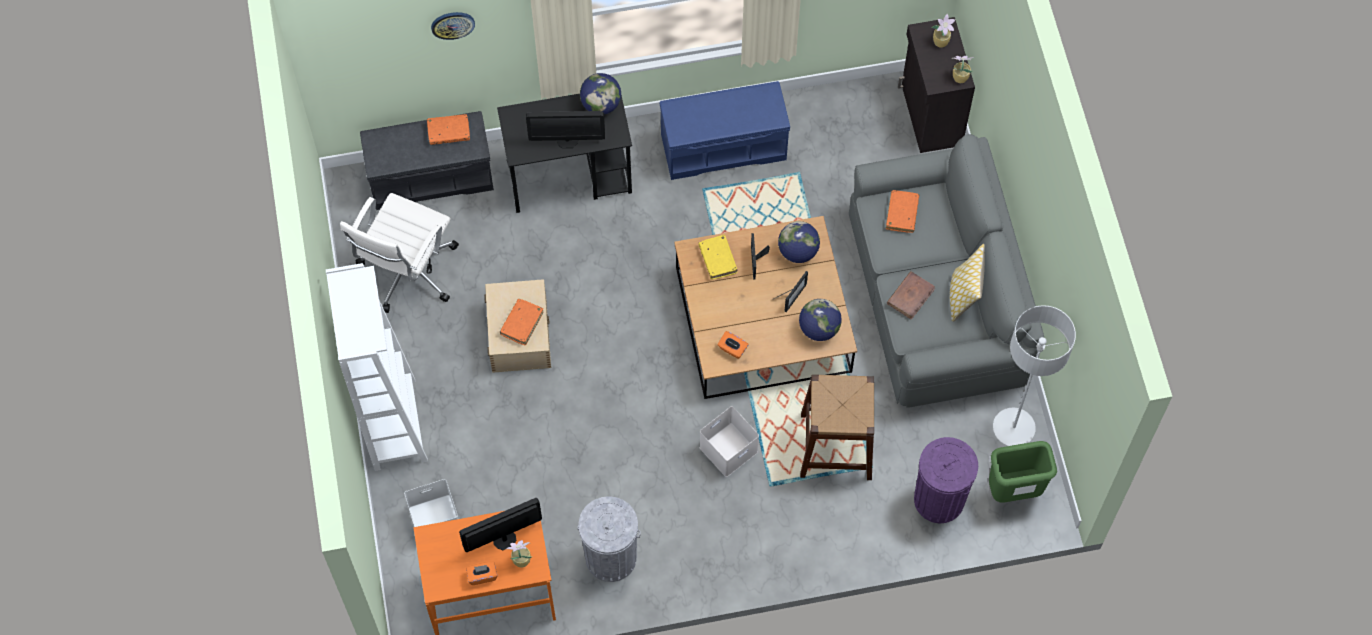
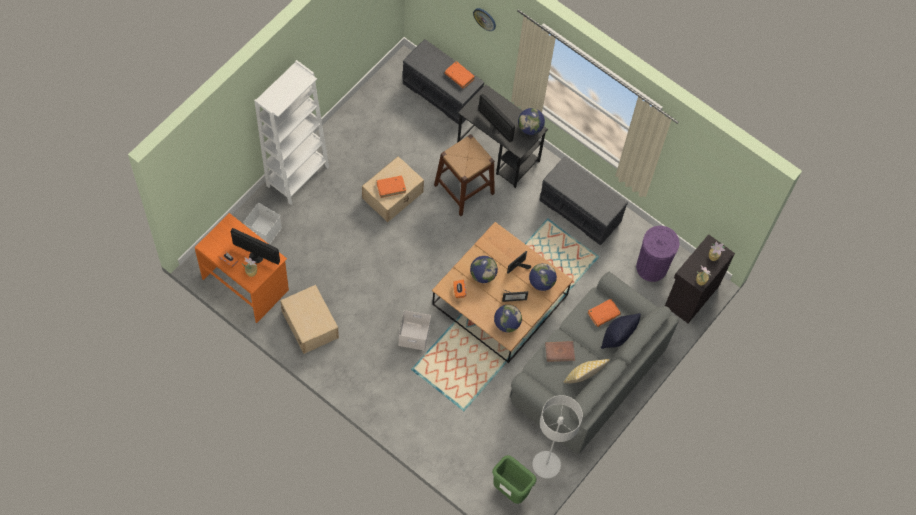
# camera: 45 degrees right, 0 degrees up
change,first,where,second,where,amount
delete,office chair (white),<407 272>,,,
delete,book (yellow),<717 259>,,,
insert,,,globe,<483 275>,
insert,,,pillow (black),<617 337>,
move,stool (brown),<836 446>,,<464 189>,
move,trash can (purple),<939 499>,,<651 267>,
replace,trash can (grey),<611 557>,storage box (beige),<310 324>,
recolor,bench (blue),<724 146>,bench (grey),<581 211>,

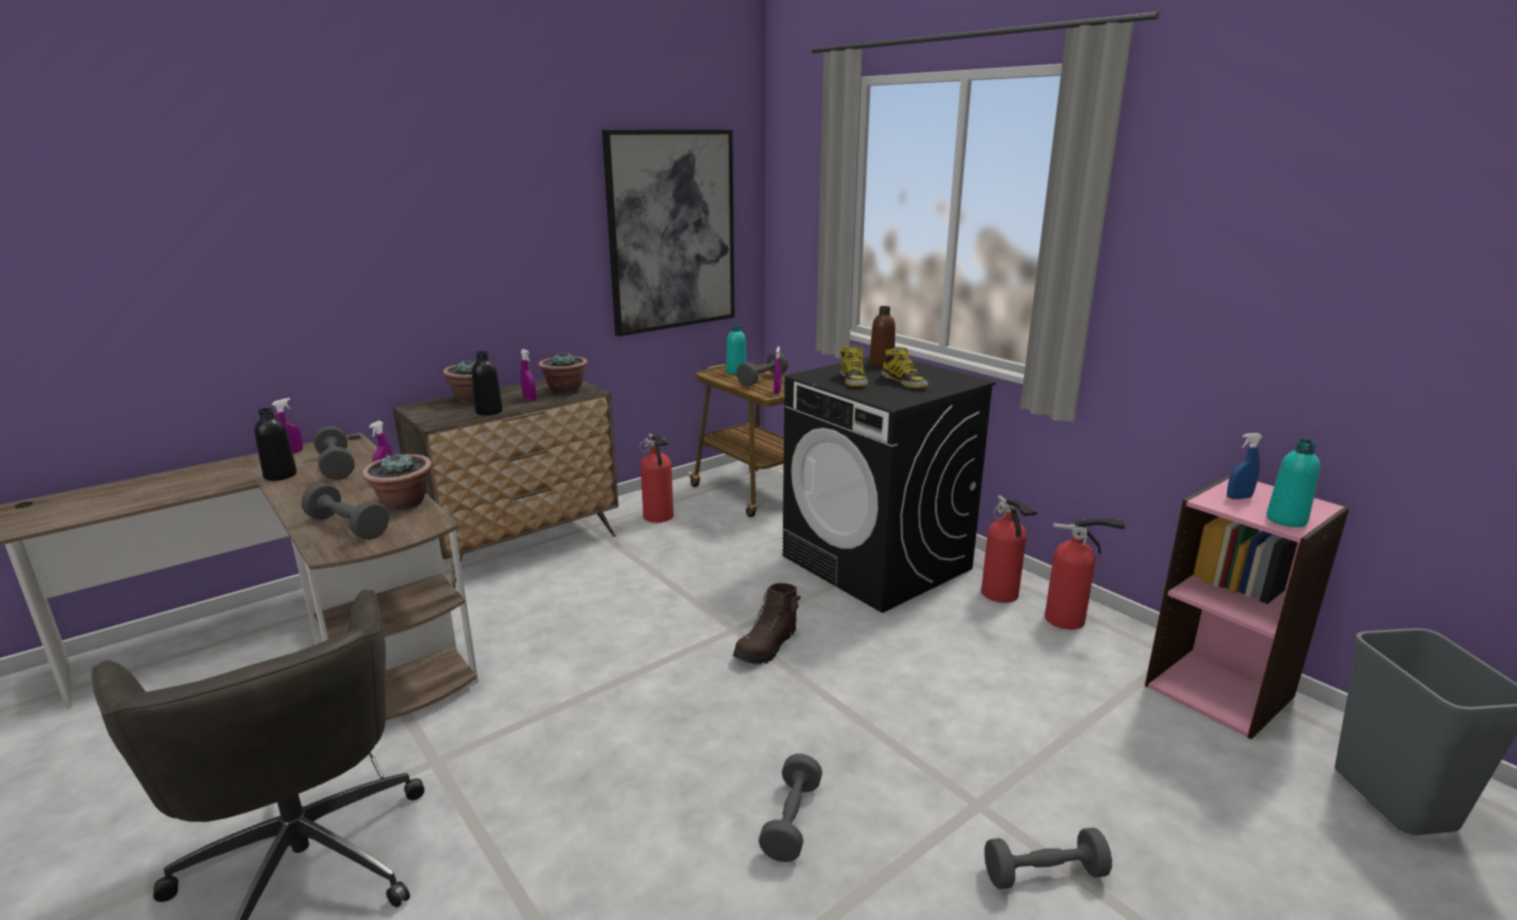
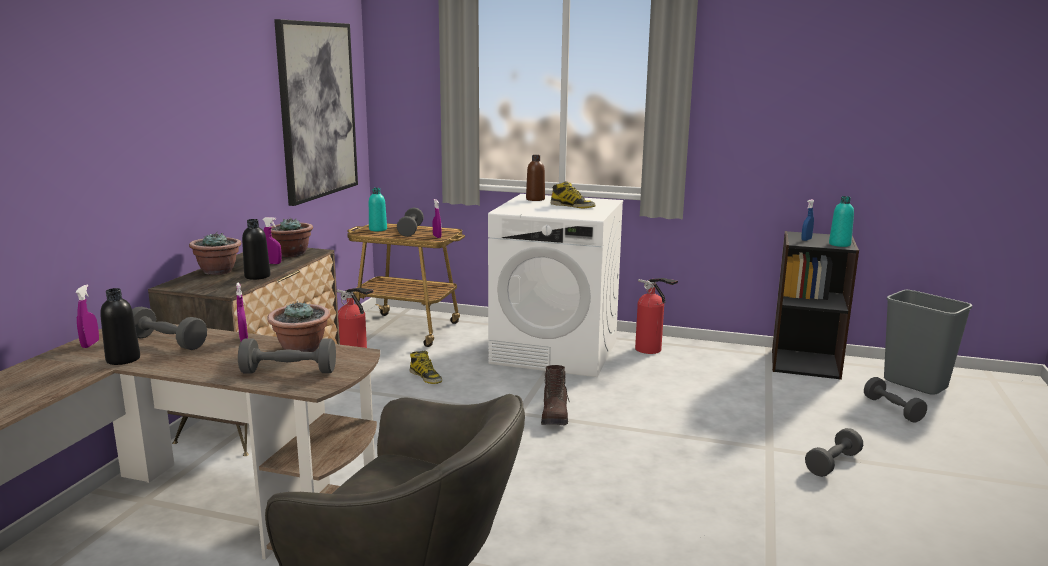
# camera: 35 degrees left, 5 degrees down
change,first,where,second,where,amount
delete,fire extinguisher,<1069 620>,,,
move,dumbbell (grey),<791 821>,,<892 409>,
move,boot,<853 380>,,<426 377>,
recolor,washing machine (black),<877 563>,washing machine (white),<555 352>,
recolor,bookcase (pink),<1220 690>,bookcase (black),<805 363>,

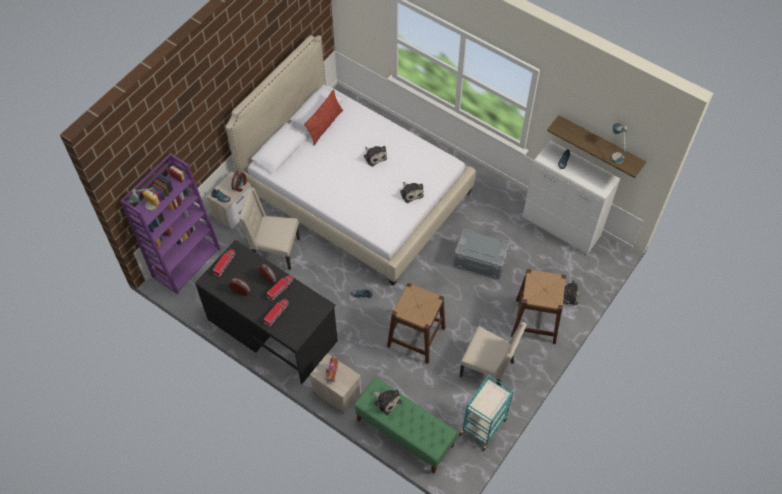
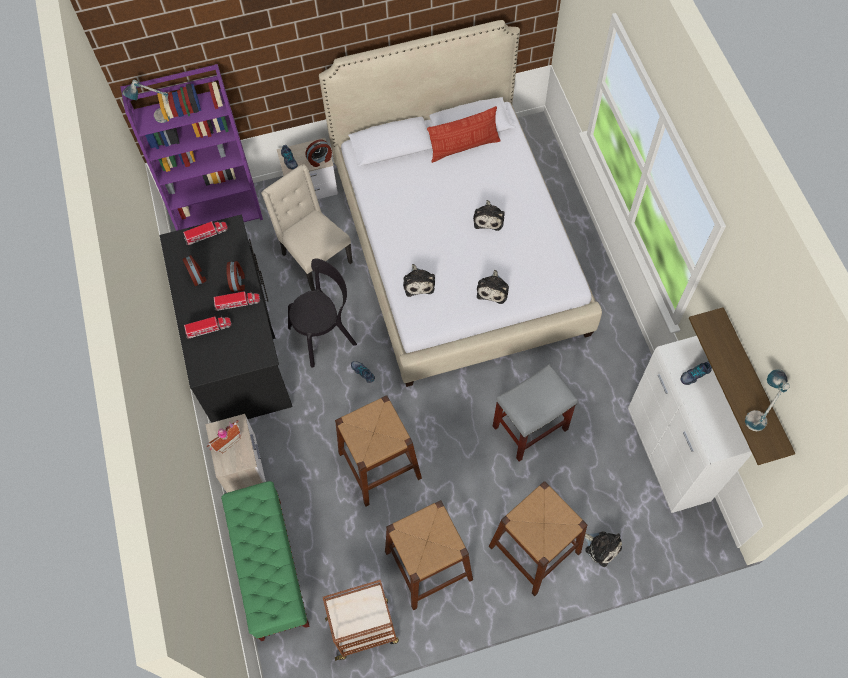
# camera: 40 degrees right, 5 degrees up
change,first,where,second,where,amount
insert,,,chair (black),<325 334>,
move,plush toy,<386 401>,,<418 283>,
replace,storage box (grey),<480 262>,stool (grey),<529 428>,
replace,chair (beige),<488 369>,stool (brown),<428 565>,
recolor,cart (turquoise),<483 425>,cart (brown),<364 629>,

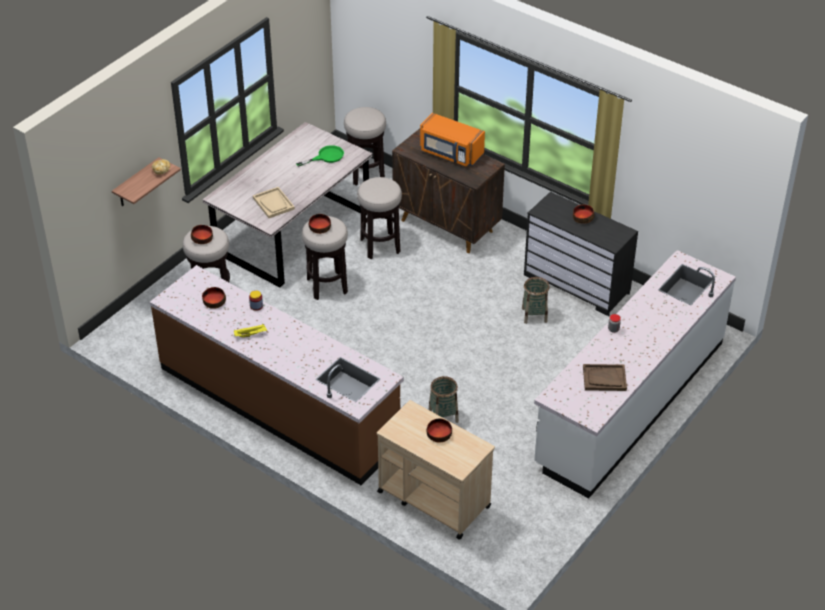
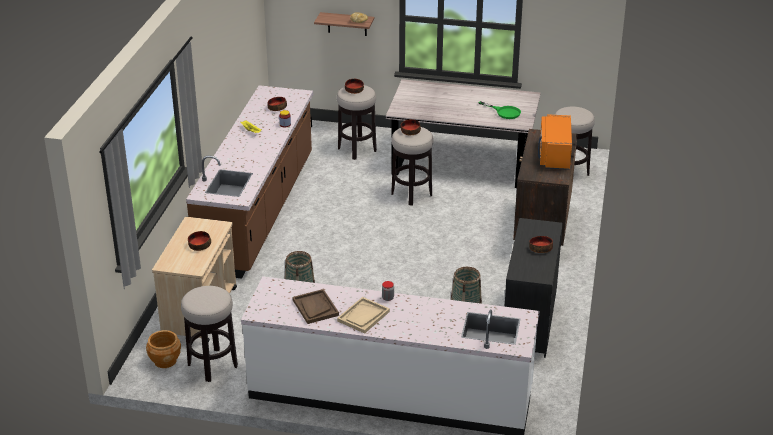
# camera: 65 degrees right, 10 degrees down
change,first,where,second,where,amount
insert,,,planter (brown),<165 361>,
move,tray (beige),<273 203>,,<363 316>,
move,stool,<380 246>,,<212 365>,

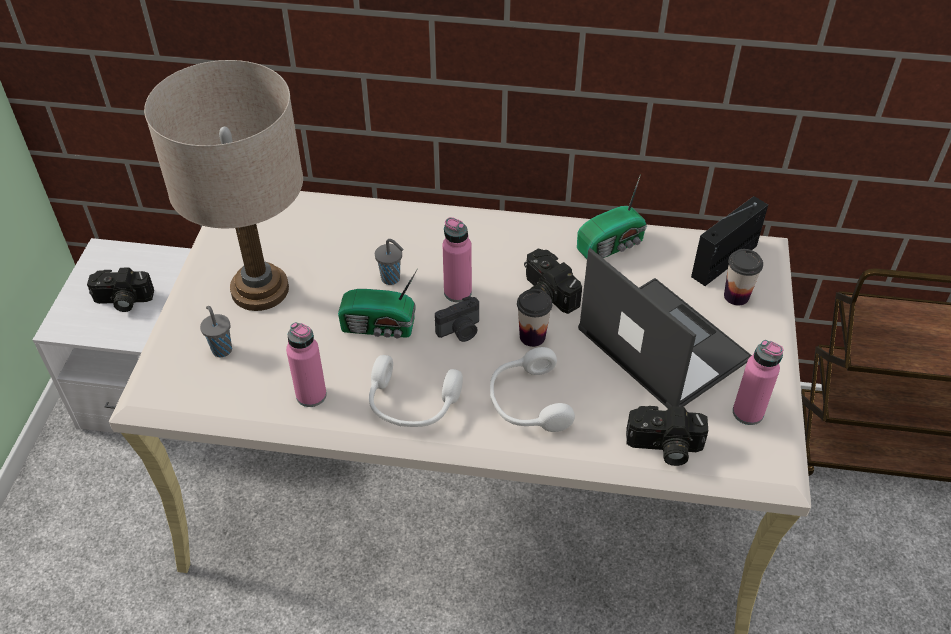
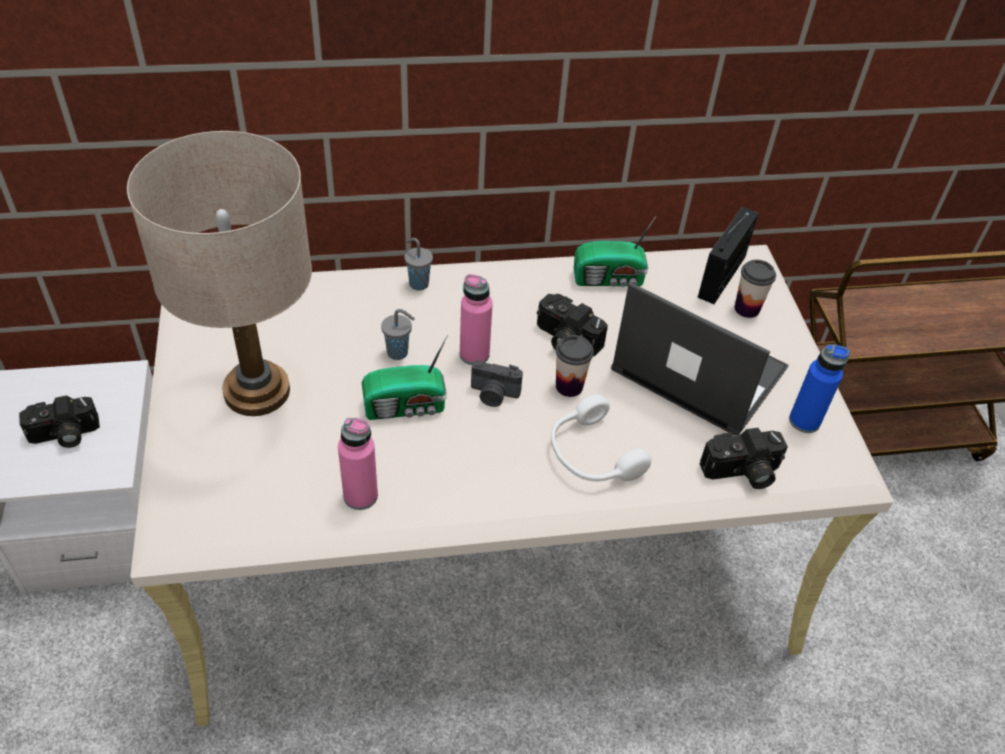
# camera: 20 degrees left, 0 degrees up
change,first,where,second,where,amount
delete,headphones (white),<411 405>,,,
move,cup (grey),<221 349>,,<418 283>,
recolor,bottle (pink),<748 412>,bottle (blue),<804 421>,
rotate,photo camera,<460 331>,,<493 395>,60 degrees clockwise
rotate,radio,<612 246>,,<610 279>,45 degrees clockwise

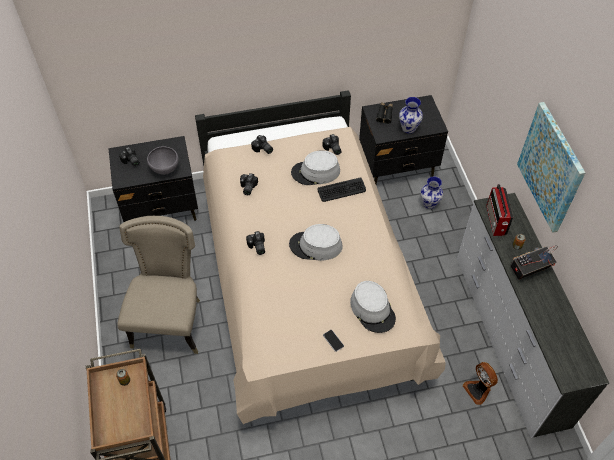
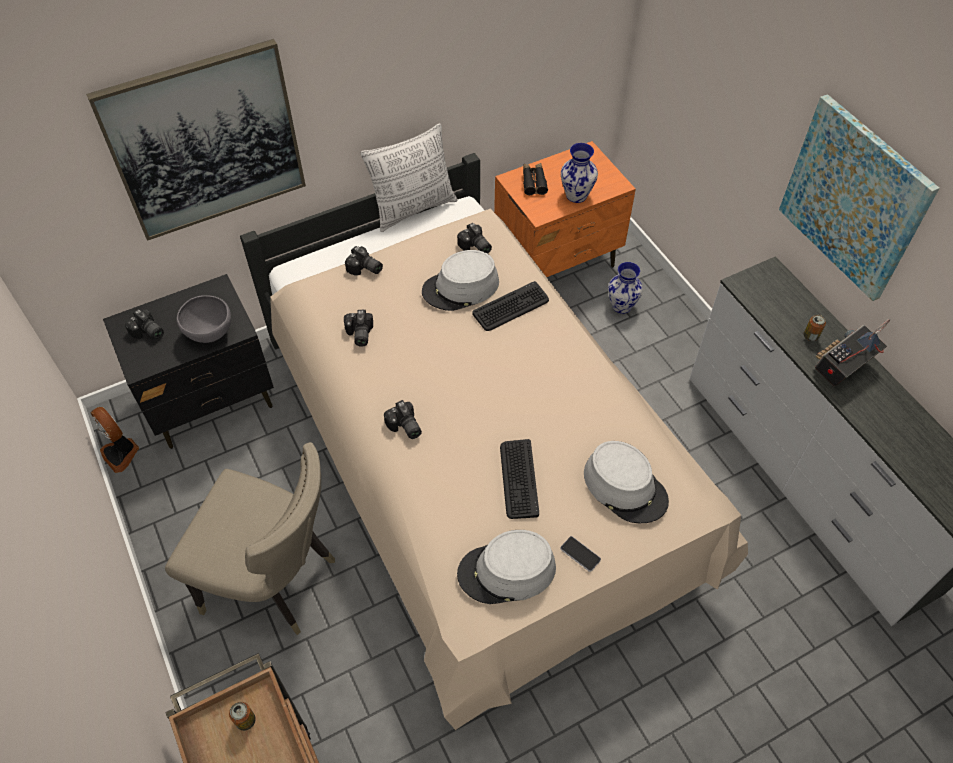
# camera: 15 degrees left, 0 degrees up
change,first,where,second,where,amount
delete,radio,<496 221>,,,
insert,,,picture,<205 142>,
insert,,,pillow,<413 209>,
insert,,,keyboard,<518 479>,
move,hat (grey),<315 246>,,<507 571>,
move,fan,<478 390>,,<121 453>,
recolor,nightstand (black),<397 166>,nightstand (orange),<557 261>,
rotate,chair (beige),<170 321>,,<276 581>,120 degrees clockwise

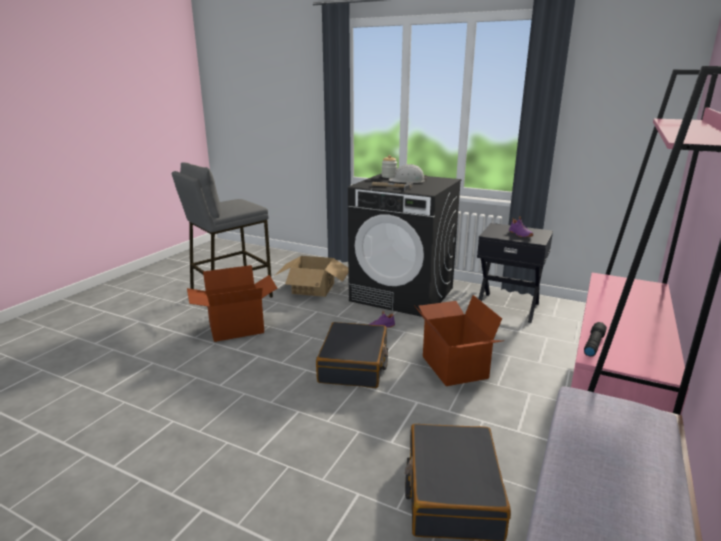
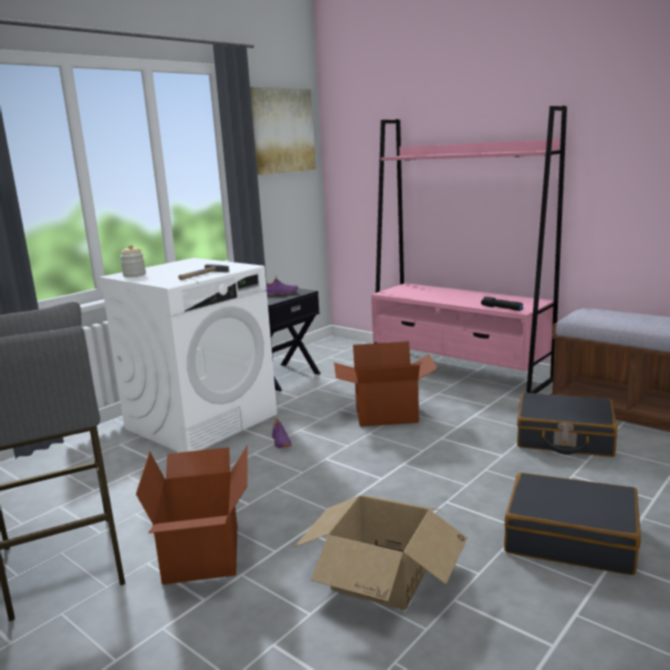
# camera: 75 degrees left, 5 degrees down
change,first,where,second,where,amount
delete,hard hat (white),<407 181>,,,
insert,,,picture,<282 130>,
move,cardboard box,<313 288>,,<382 576>,
move,suitcase (black),<354 365>,,<570 538>,
recolor,washing machine (black),<403 294>,washing machine (white),<202 421>,

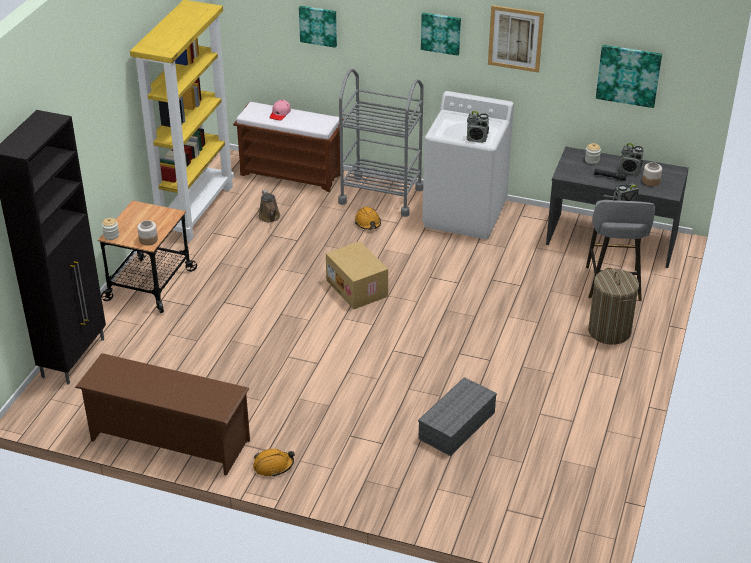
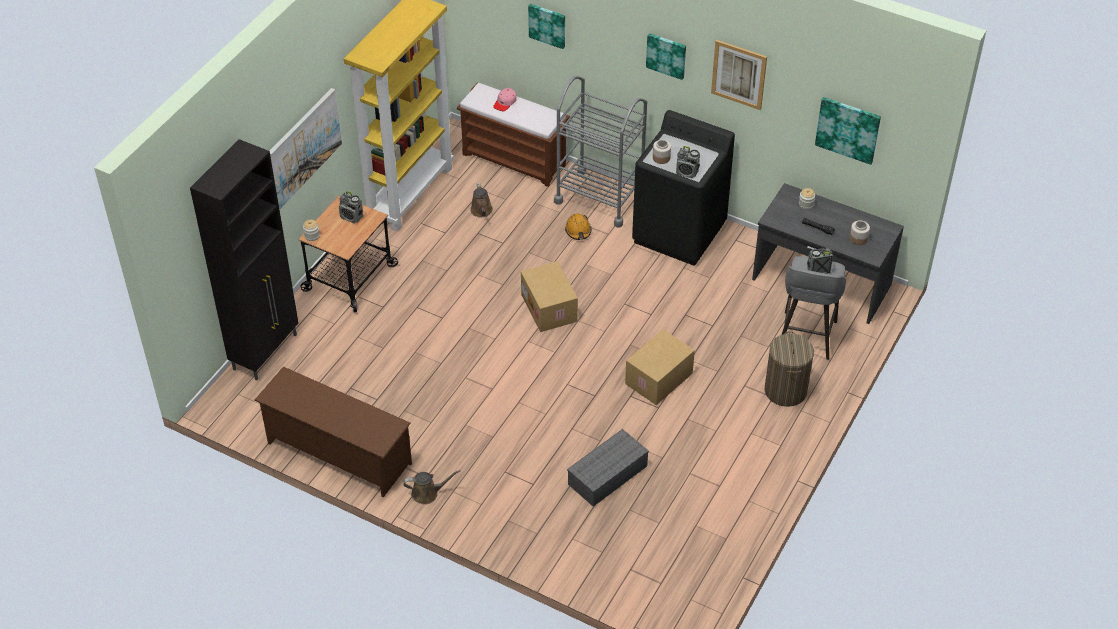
# camera: 10 degrees right, 10 degrees up
change,first,where,second,where,amount
insert,,,picture,<304 147>,
insert,,,cardboard box,<659 379>,
move,jar,<148 240>,,<661 158>,
move,radio,<630 171>,,<352 217>,
replace,hard hat (orange),<273 466>,watering can (brown),<427 493>,
recolor,washing machine (white),<465 215>,washing machine (black),<679 232>,

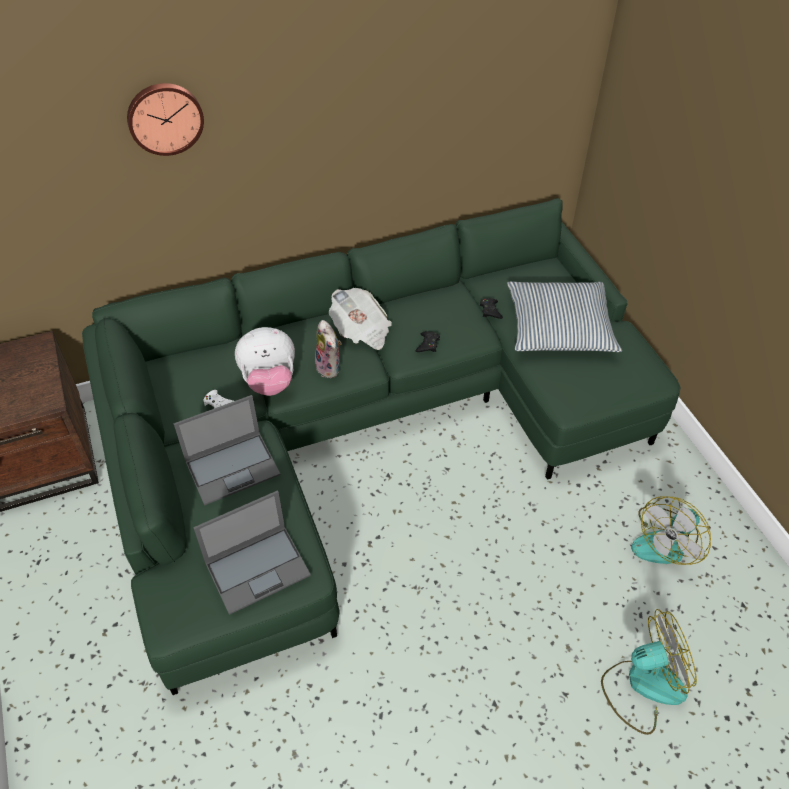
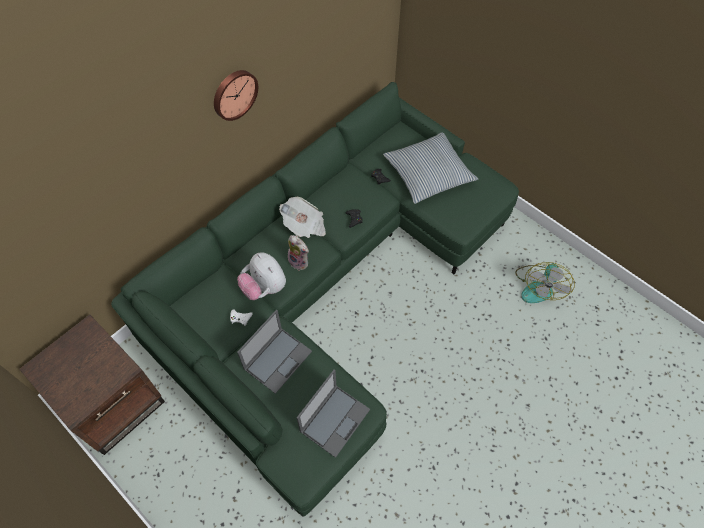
# camera: 25 degrees left, 10 degrees up
change,first,where,second,where,amount
delete,fan,<643 685>,,,
move,wall clock,<165 118>,,<234 94>,
rotate,plush toy,<269 381>,,<264 287>,90 degrees clockwise

